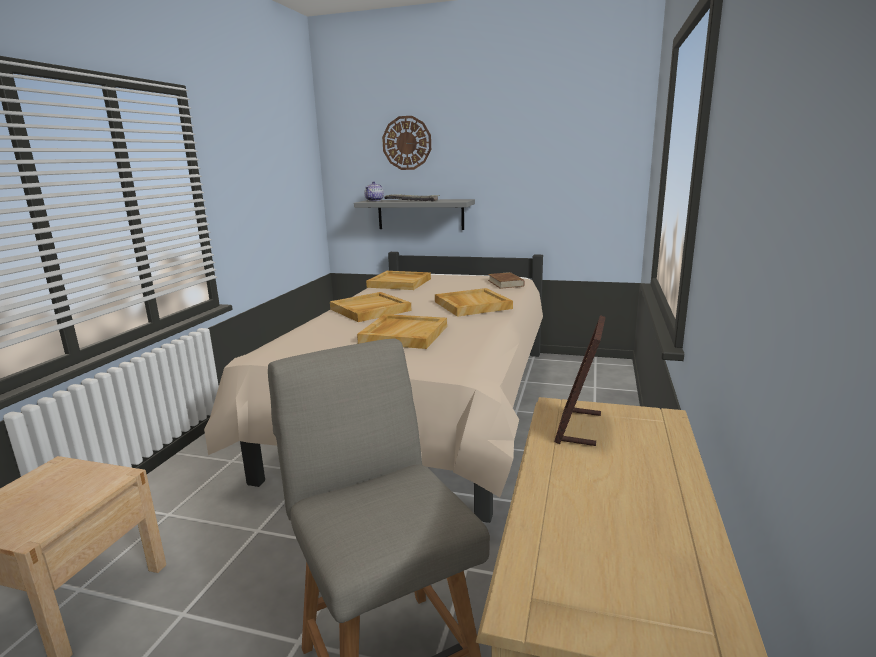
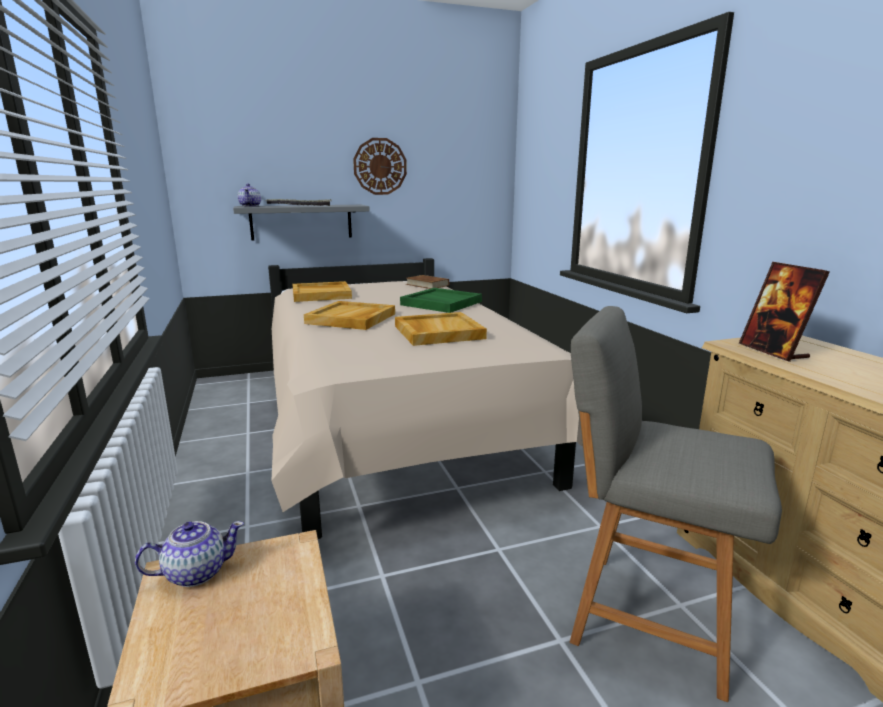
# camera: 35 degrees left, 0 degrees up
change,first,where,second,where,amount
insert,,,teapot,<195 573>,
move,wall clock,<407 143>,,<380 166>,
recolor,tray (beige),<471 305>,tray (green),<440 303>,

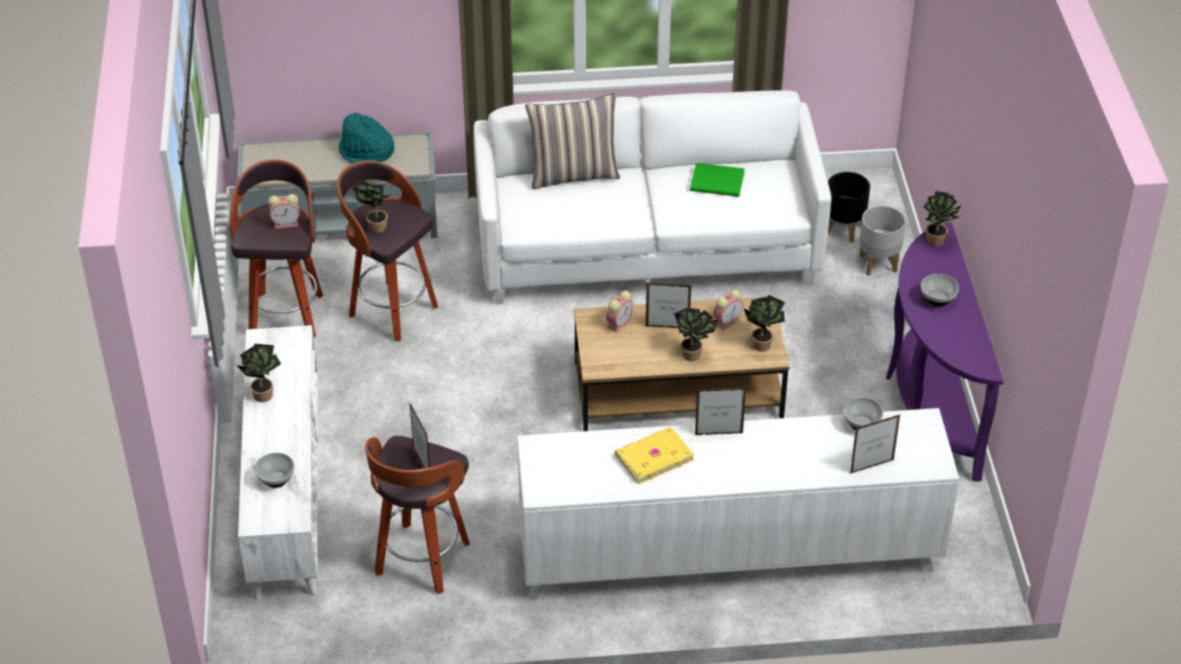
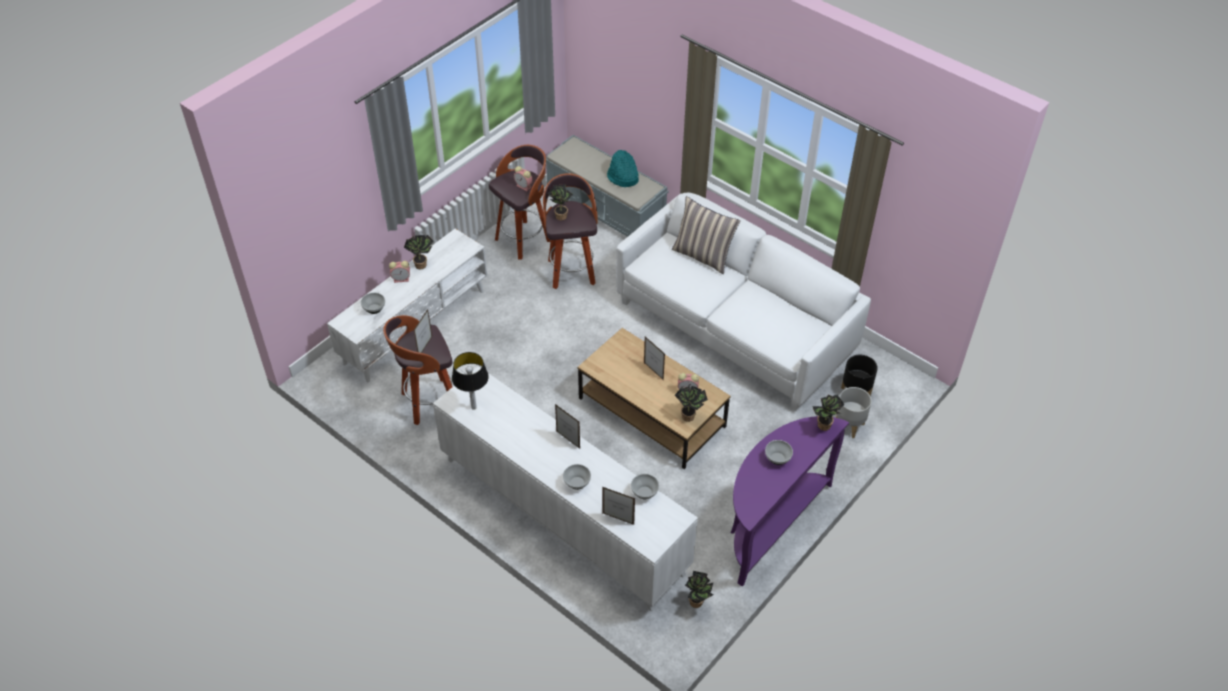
# camera: 45 degrees right, 5 degrees up
change,first,where,second,where,amount
delete,book (yellow),<653 457>,,,
delete,book (green),<718 183>,,,
insert,,,table lamp,<474 407>,
insert,,,bowl,<577 482>,
move,alarm clock,<619 323>,,<402 279>,
move,potted plant,<694 354>,,<697 603>,

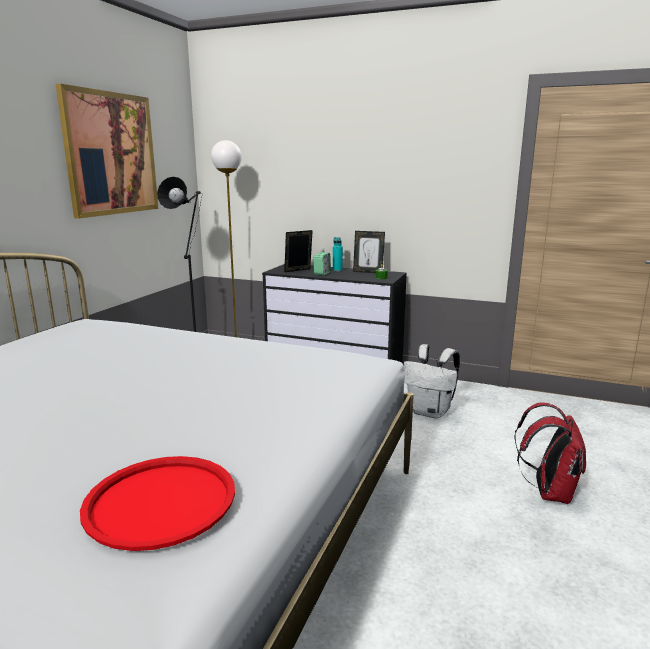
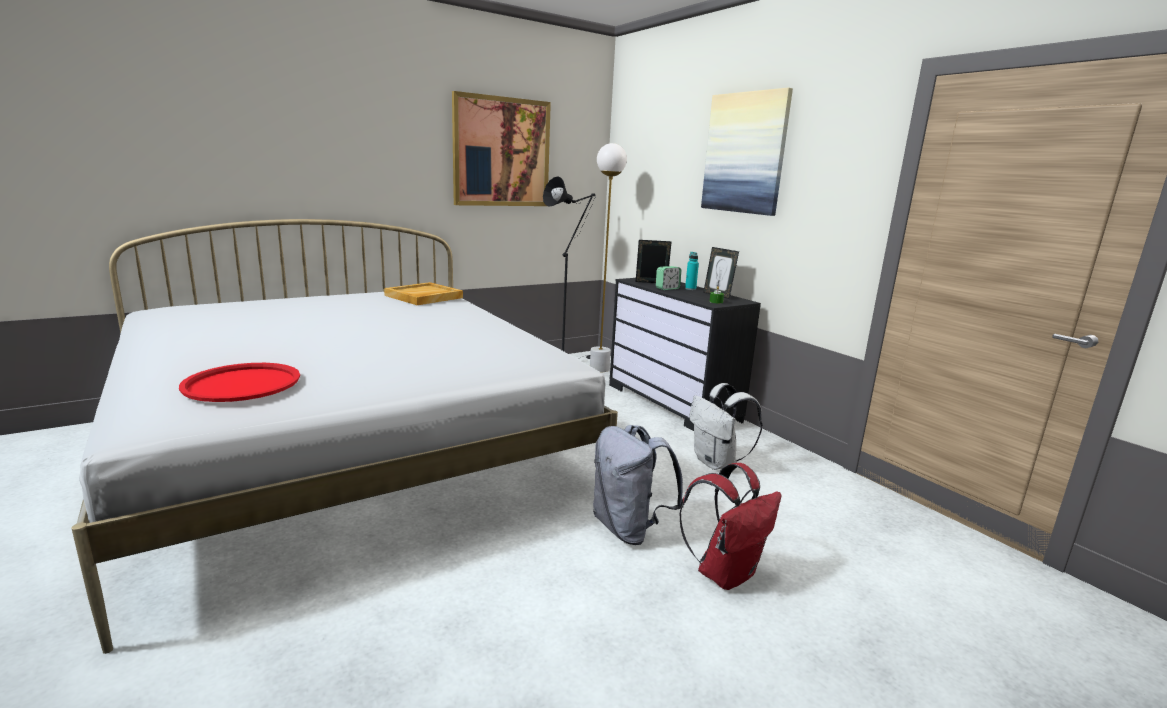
# camera: 35 degrees right, 0 degrees up
change,first,where,second,where,amount
insert,,,tray (beige),<423 297>,
insert,,,backpack (grey),<629 529>,
insert,,,picture,<745 153>,

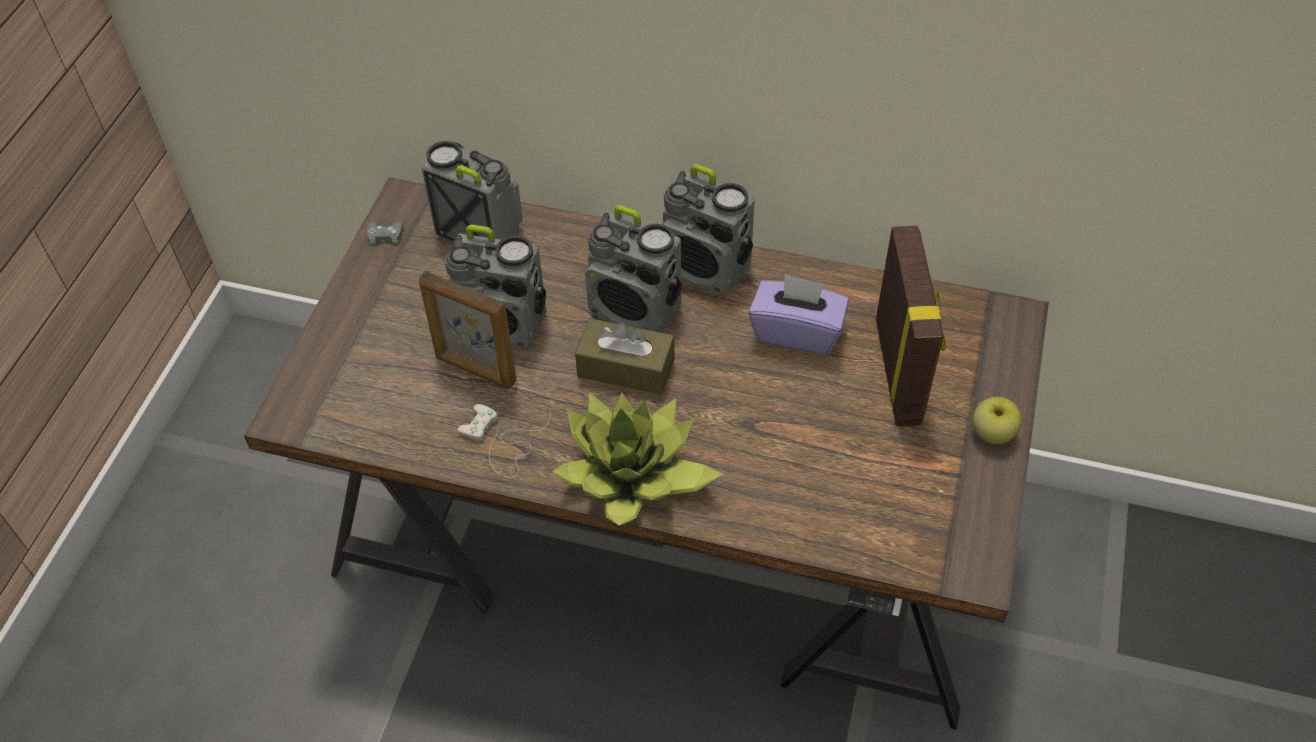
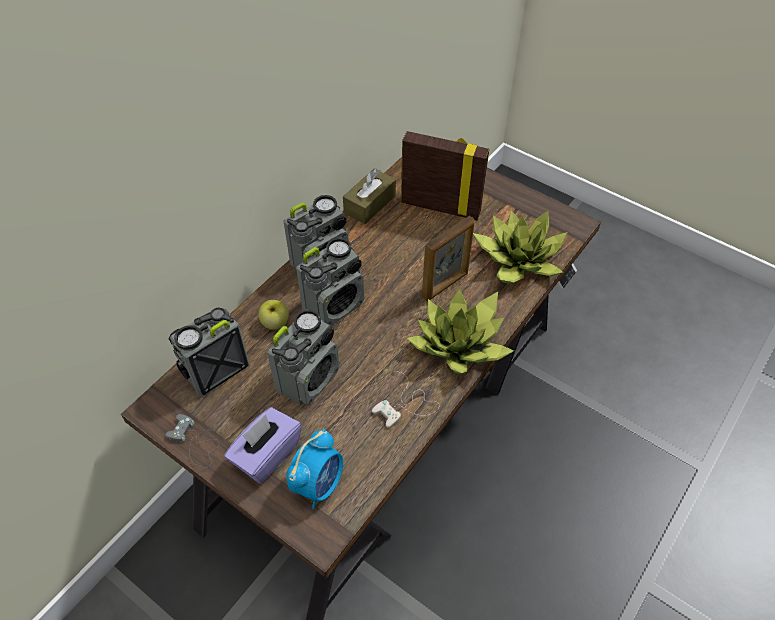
# camera: 70 degrees left, 0 degrees up
change,first,where,second,where,amount
insert,,,alarm clock,<318 484>,
insert,,,potted plant,<518 260>,
move,picture frame,<475 370>,,<445 285>,
move,tissue box (brown),<626 368>,,<370 204>,
move,tissue box (purple),<796 332>,,<266 454>,
move,apple,<992 433>,,<275 323>,

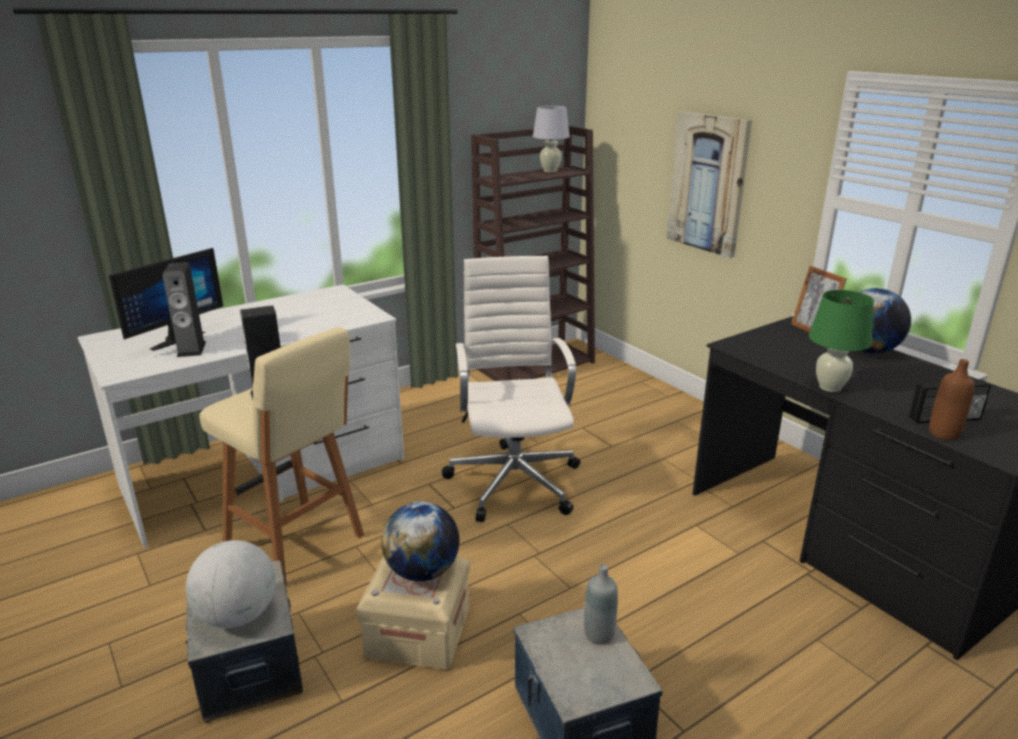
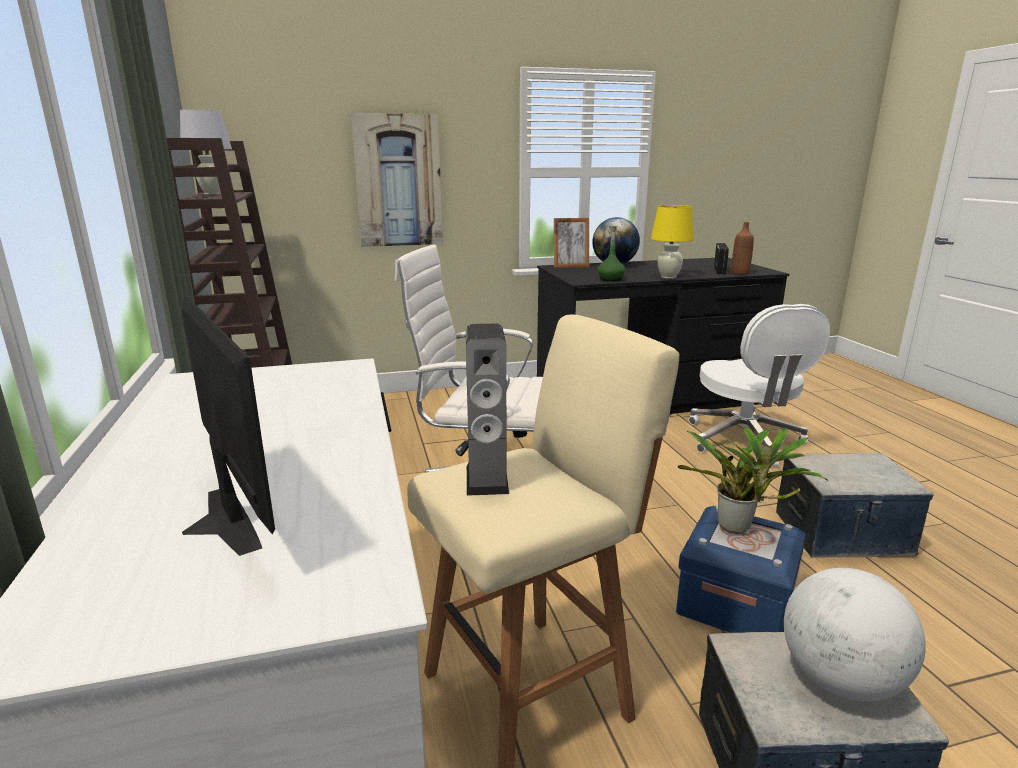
# camera: 70 degrees left, 5 degrees down
change,first,where,second,where,amount
delete,speaker,<191 349>,,,
delete,bottle (grey),<599 634>,,,
insert,,,bottle (green),<610 279>,
insert,,,office chair (white),<745 441>,
replace,globe,<422 571>,potted plant,<738 529>,
recolor,storage box (beige),<418 632>,storage box (blue),<735 603>,
recolor,table lamp (green),<830 387>,table lamp (yellow),<668 277>,

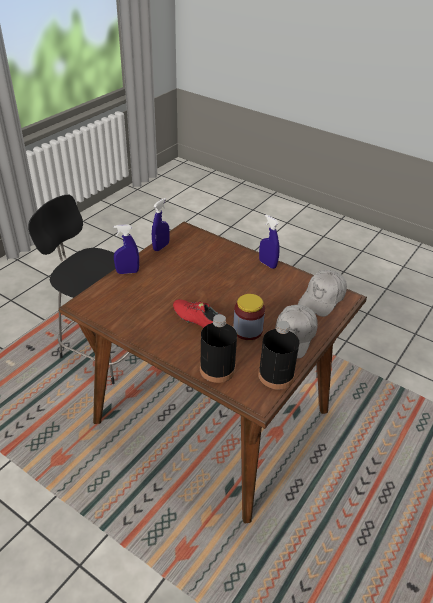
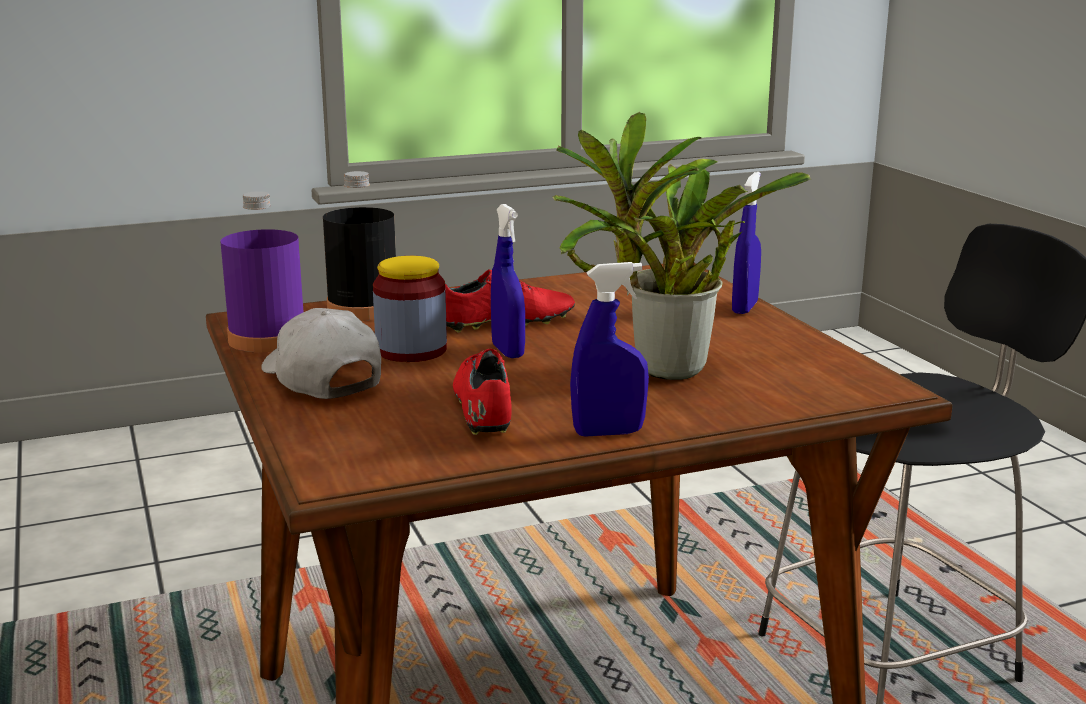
# camera: 125 degrees right, 20 degrees down
change,first,where,second,where,amount
delete,cap (white),<322 299>,,,
insert,,,shoe (red),<485 408>,
insert,,,potted plant,<660 372>,
move,spray bottle (blue),<161 247>,,<508 351>,
recolor,bottle (black),<276 375>,bottle (purple),<267 339>,

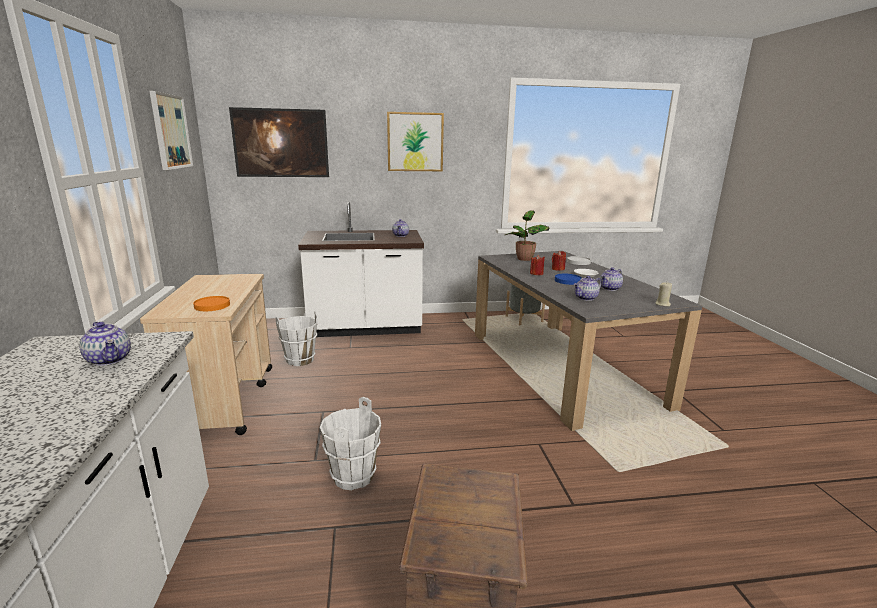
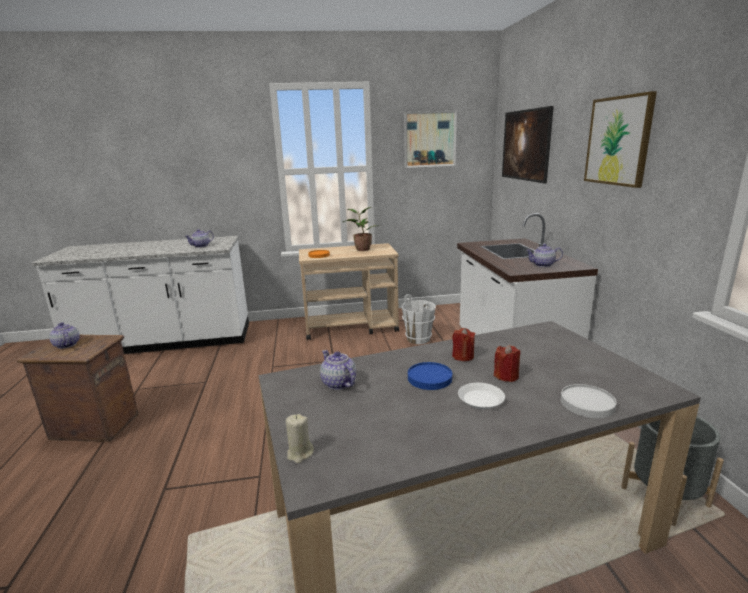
# camera: 90 degrees right, 0 degrees up
change,first,where,second,where,amount
delete,bucket (white),<352 476>,,,
move,potted plant,<524 259>,,<362 249>,
move,teapot,<610 288>,,<66 345>,

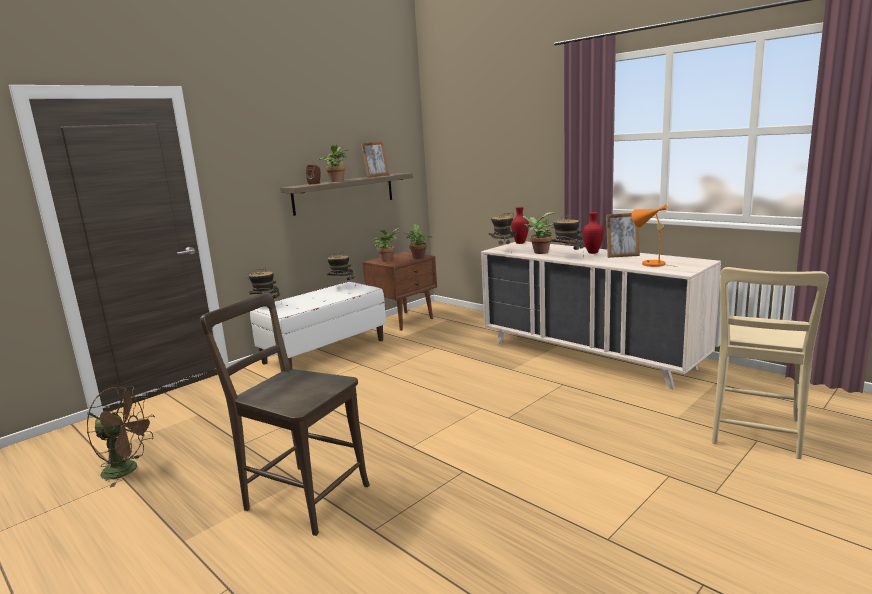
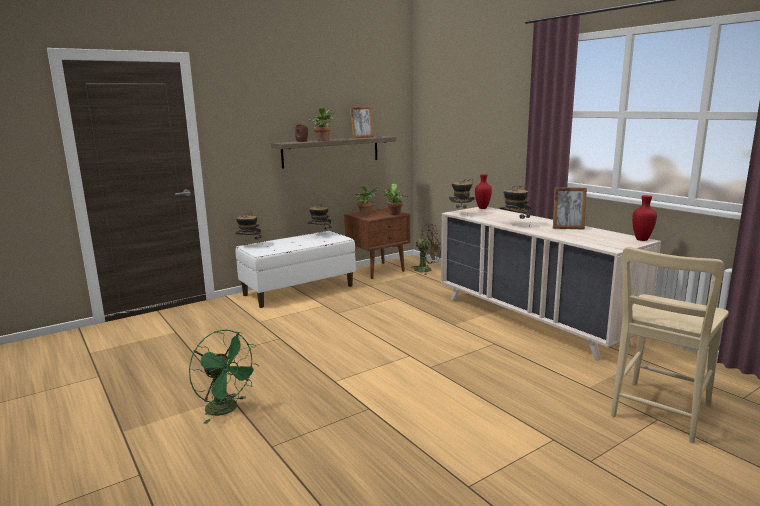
# camera: 10 degrees right, 0 degrees up
change,first,where,second,where,amount
delete,potted plant,<539 252>,,,
delete,table lamp (orange),<649 264>,,,
move,fan (brown),<128 470>,,<427 270>,
move,vase (red),<593 253>,,<642 240>,
replace,chair (brown),<302 496>,fan (green),<227 409>,

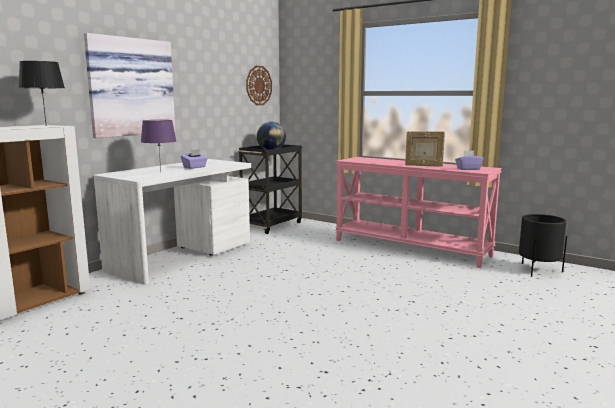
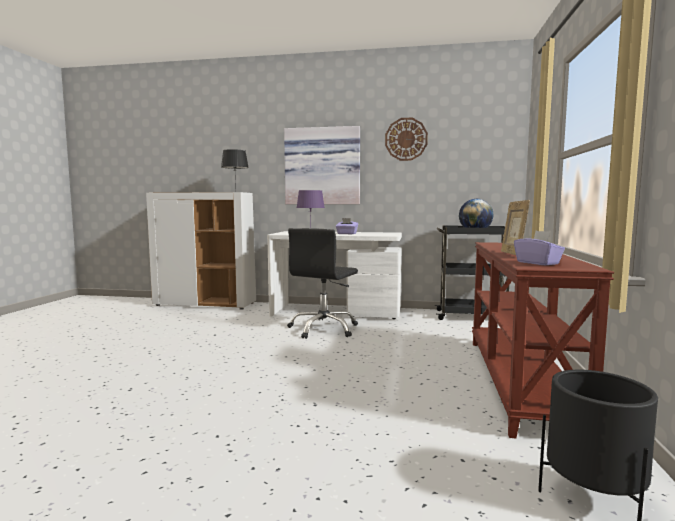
# camera: 65 degrees right, 5 degrees down
change,first,where,second,where,amount
insert,,,office chair (black),<324 329>,
move,wall clock,<258 85>,,<406 139>,
recolor,console table (pink),<411 248>,console table (brown),<520 382>,

